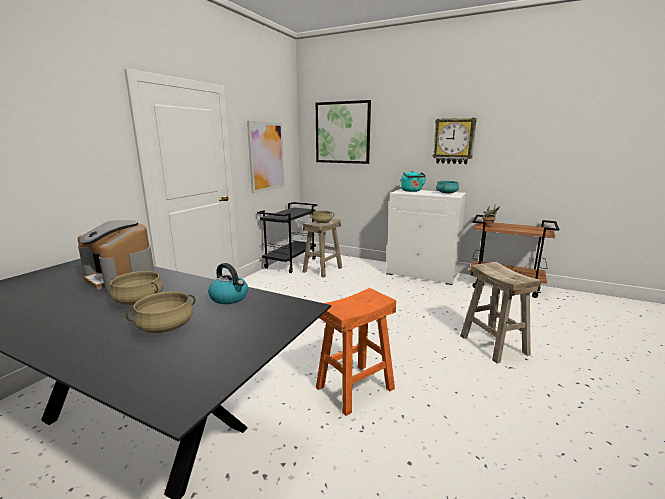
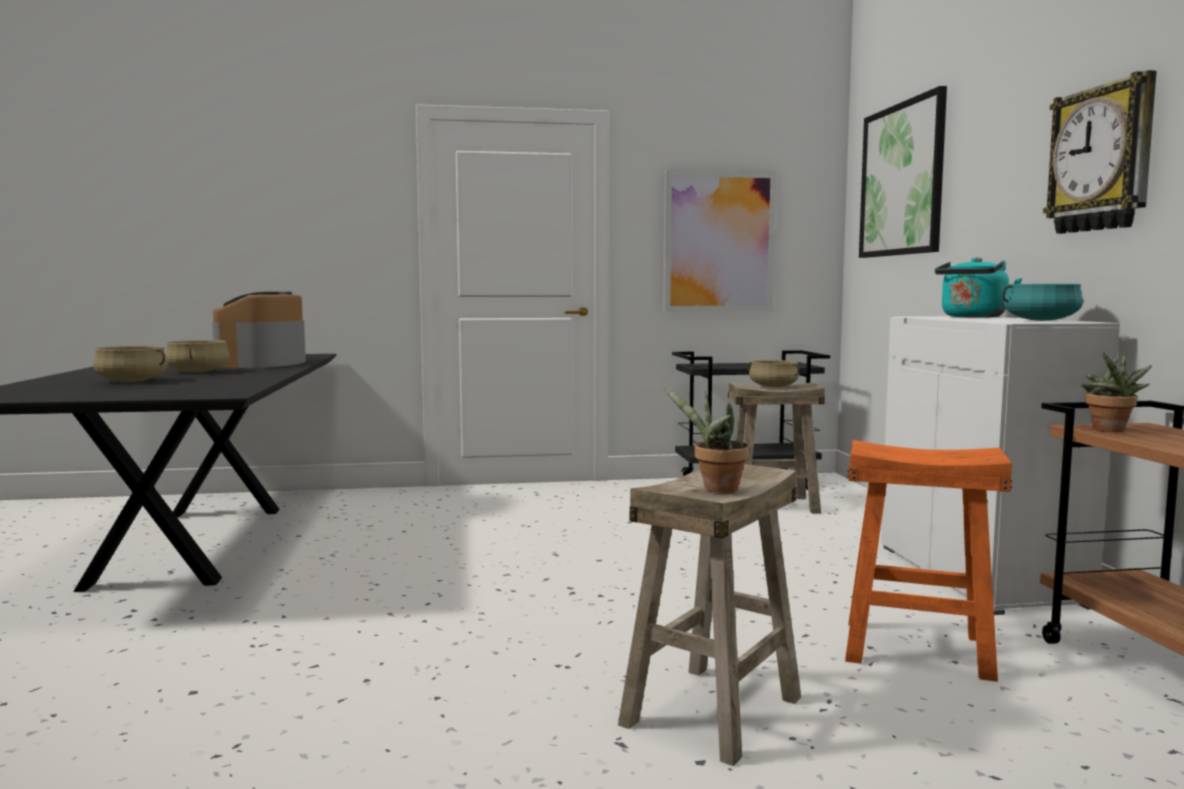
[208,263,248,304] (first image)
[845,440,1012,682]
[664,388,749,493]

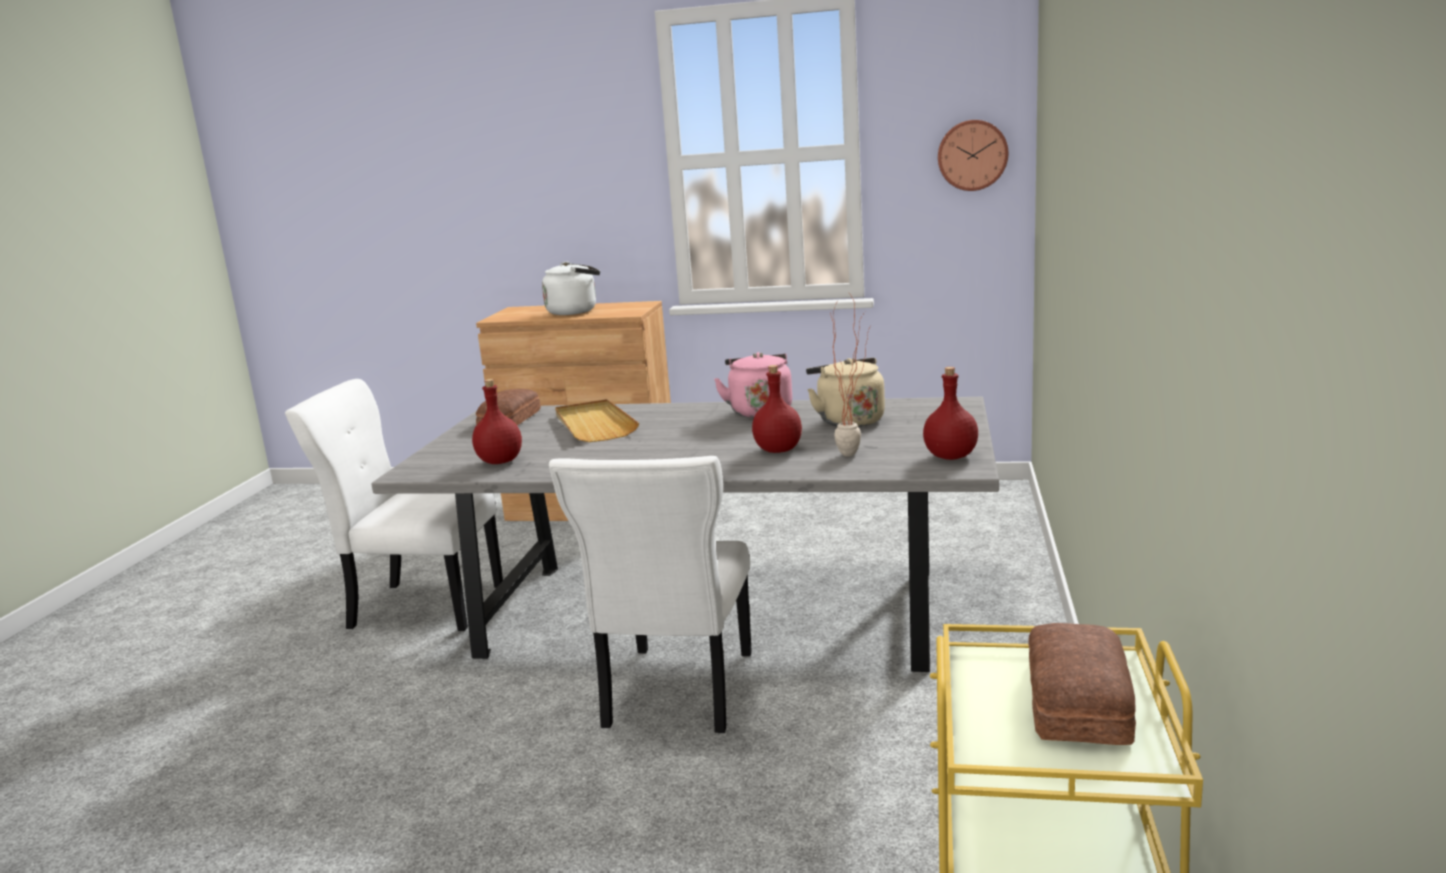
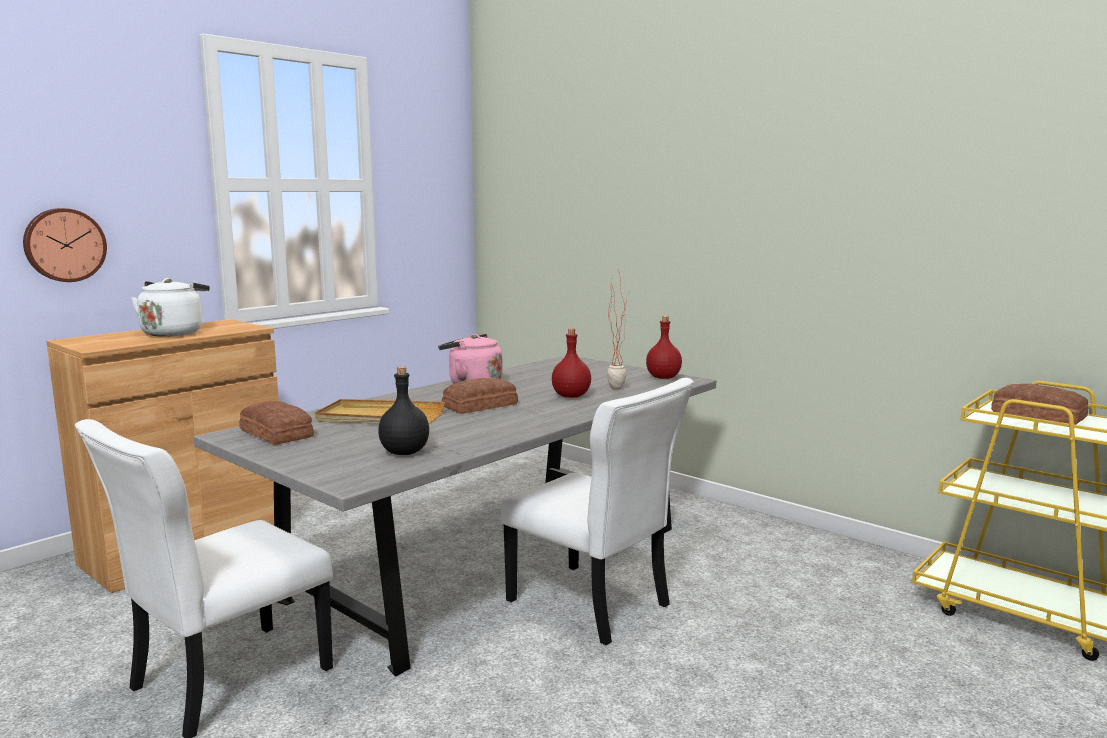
[378,366,429,455]
[806,358,885,427] (first image)
[23,208,107,282]
[442,378,518,414]

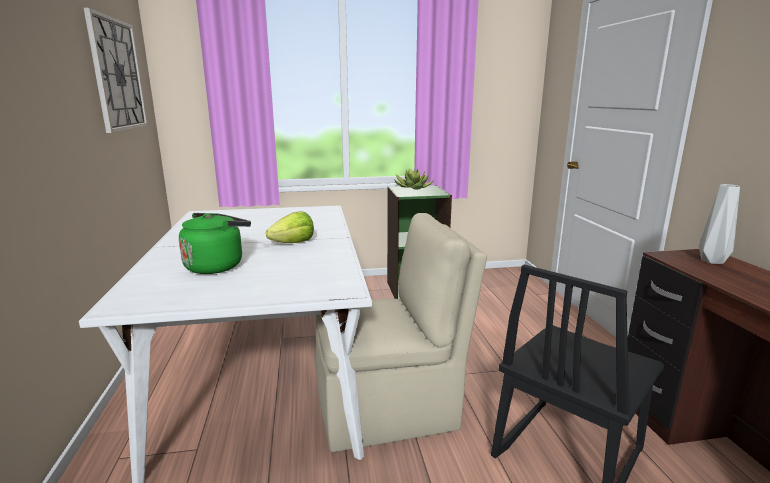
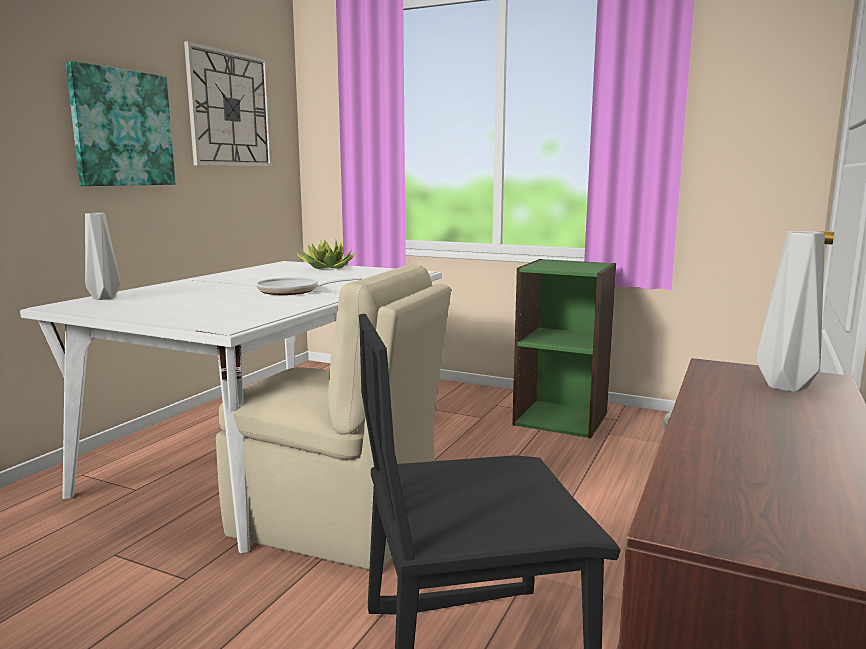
[179,213,251,274] (first image)
[256,277,362,295]
[295,240,355,269]
[66,61,176,186]
[85,213,120,300]

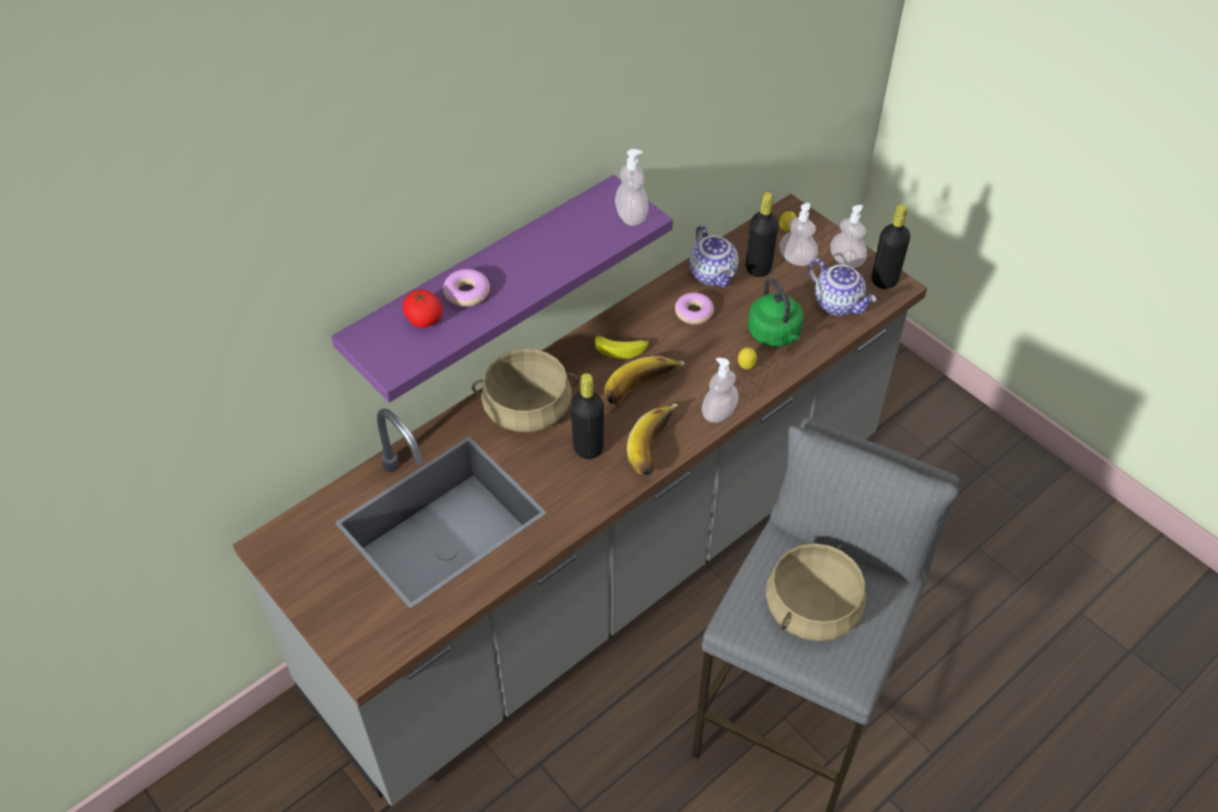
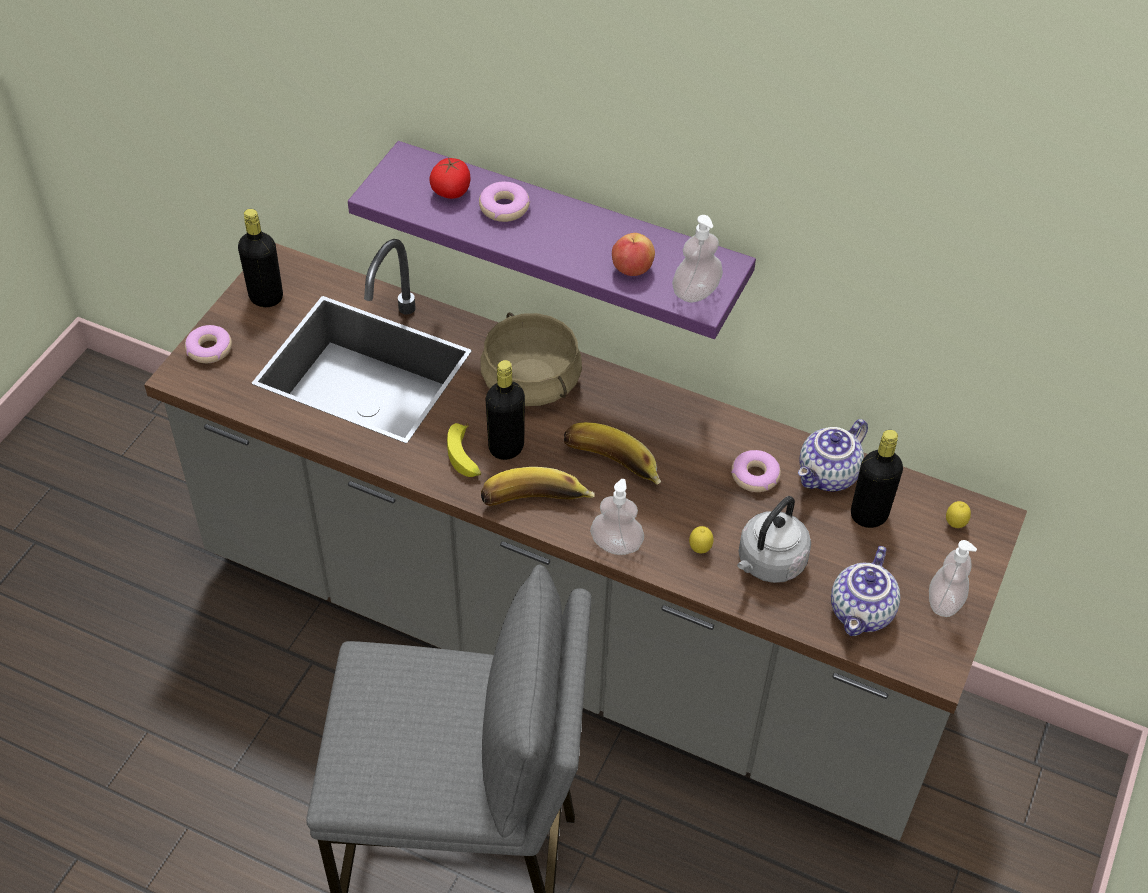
[447,423,481,477]
[737,496,811,583]
[766,543,866,641] (first image)
[779,203,818,266] (first image)
[238,209,283,307]
[185,325,232,363]
[612,233,655,276]

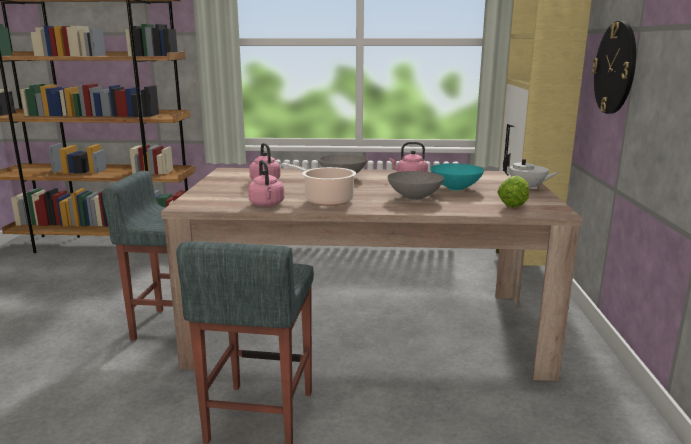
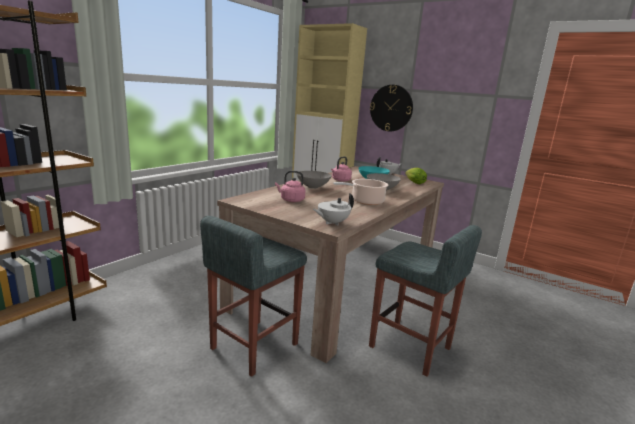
[248,160,284,206] (first image)
[313,193,354,225]

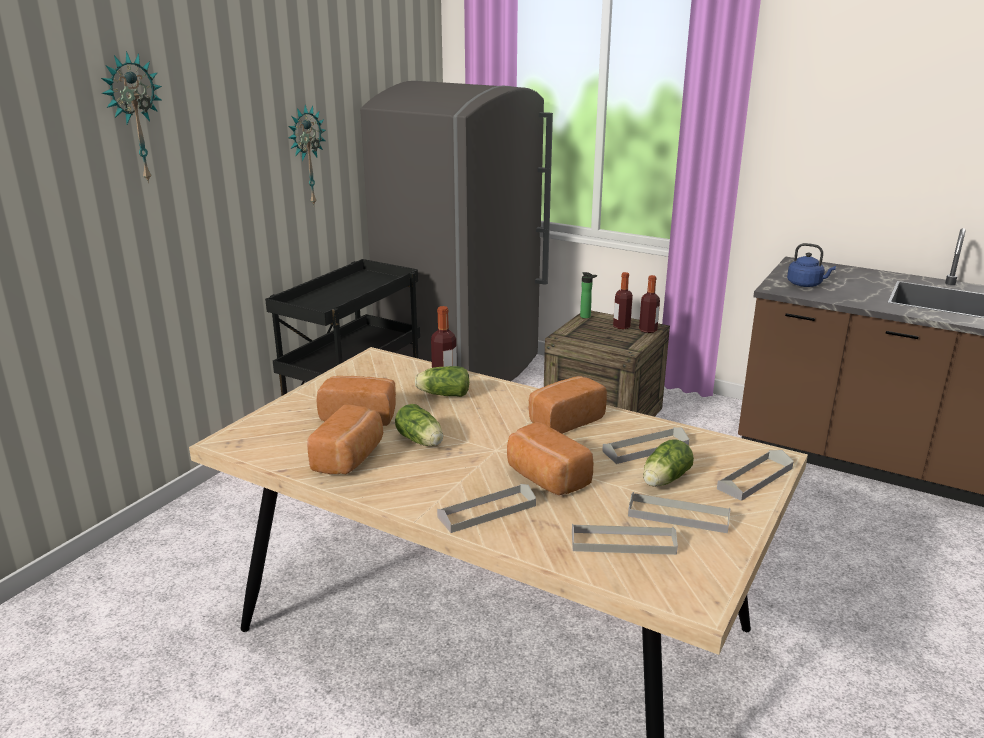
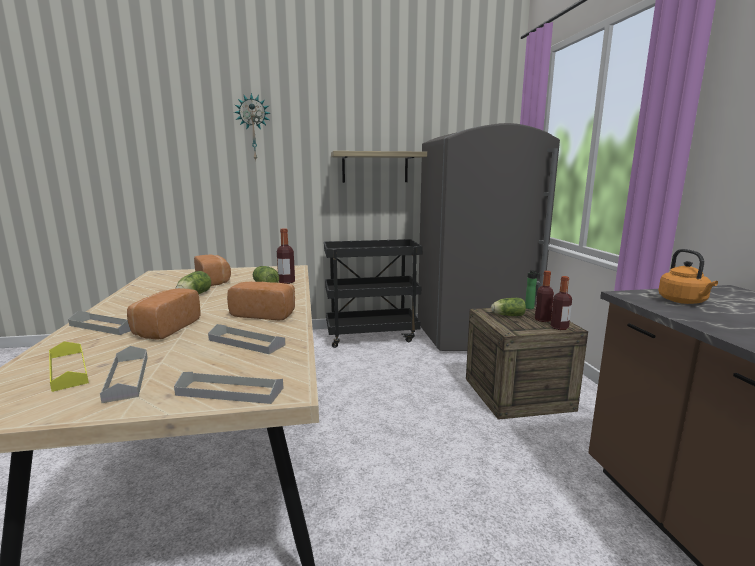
[331,151,427,183]
[307,404,383,474] (first image)
[49,341,89,392]
[491,298,526,316]
[659,249,718,304]

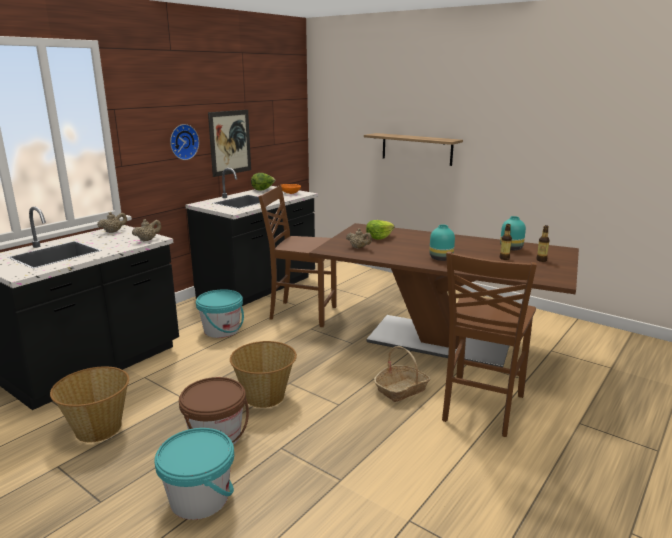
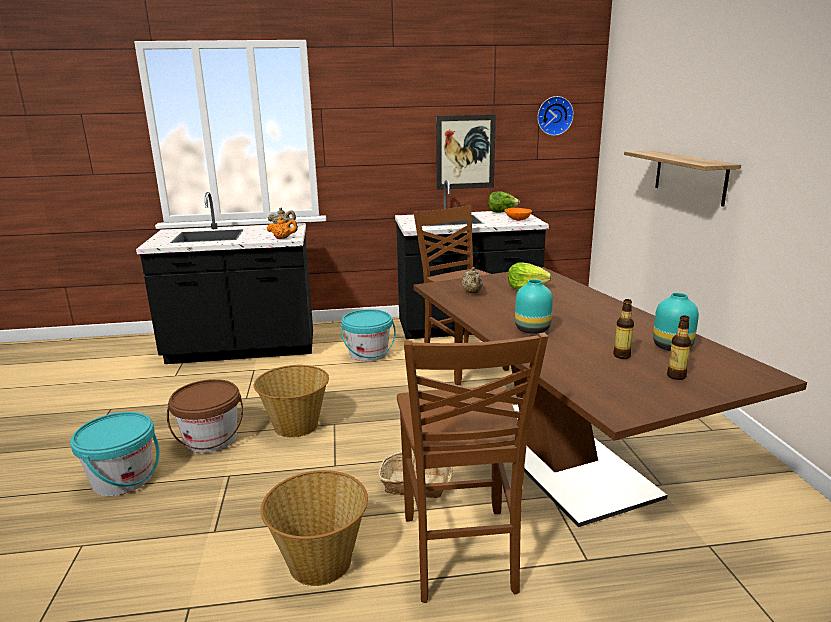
[261,470,368,586]
[267,217,298,239]
[537,96,574,136]
[397,333,548,603]

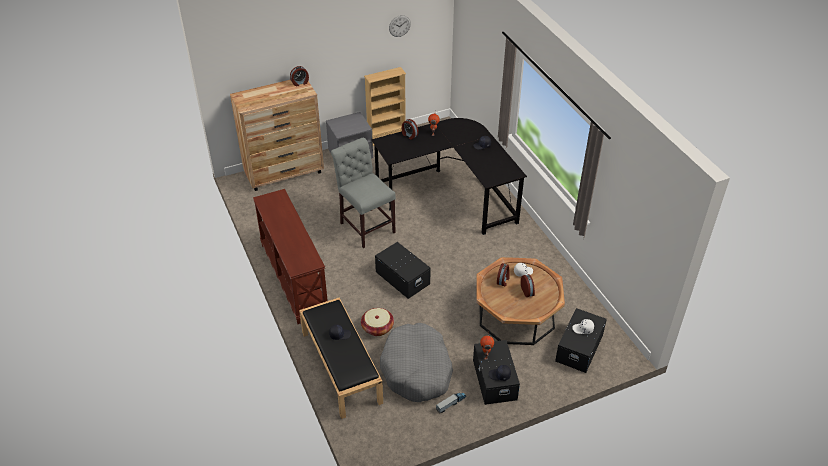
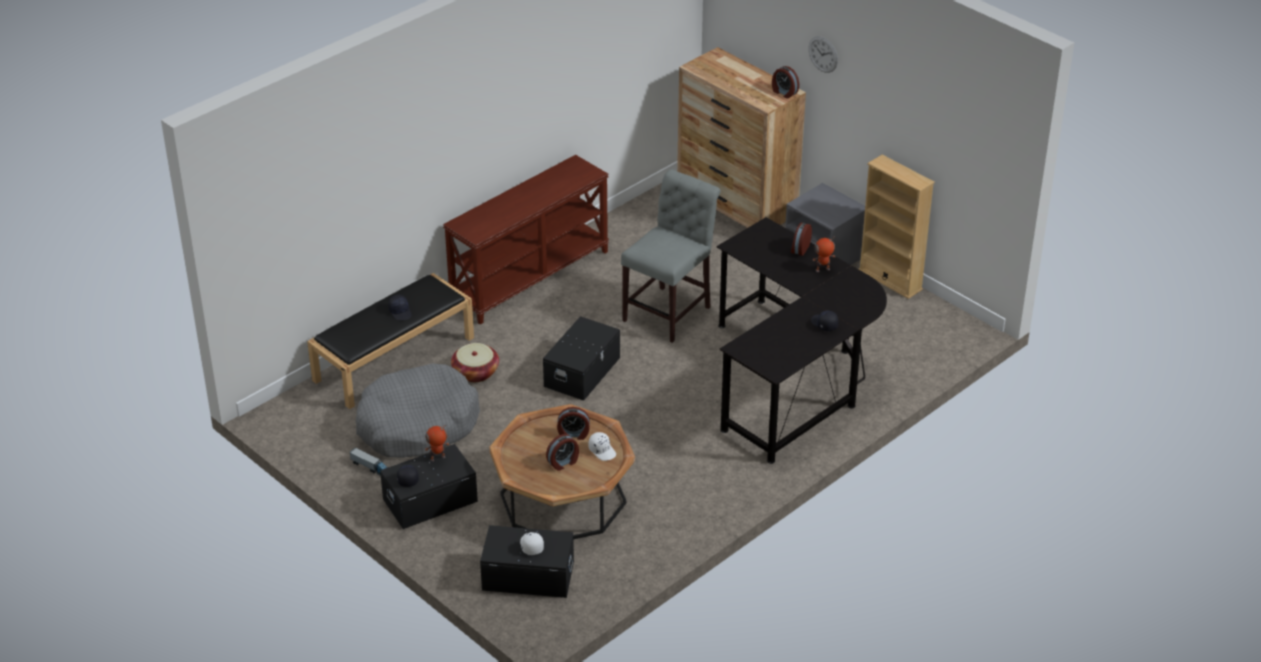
[808,36,838,73]

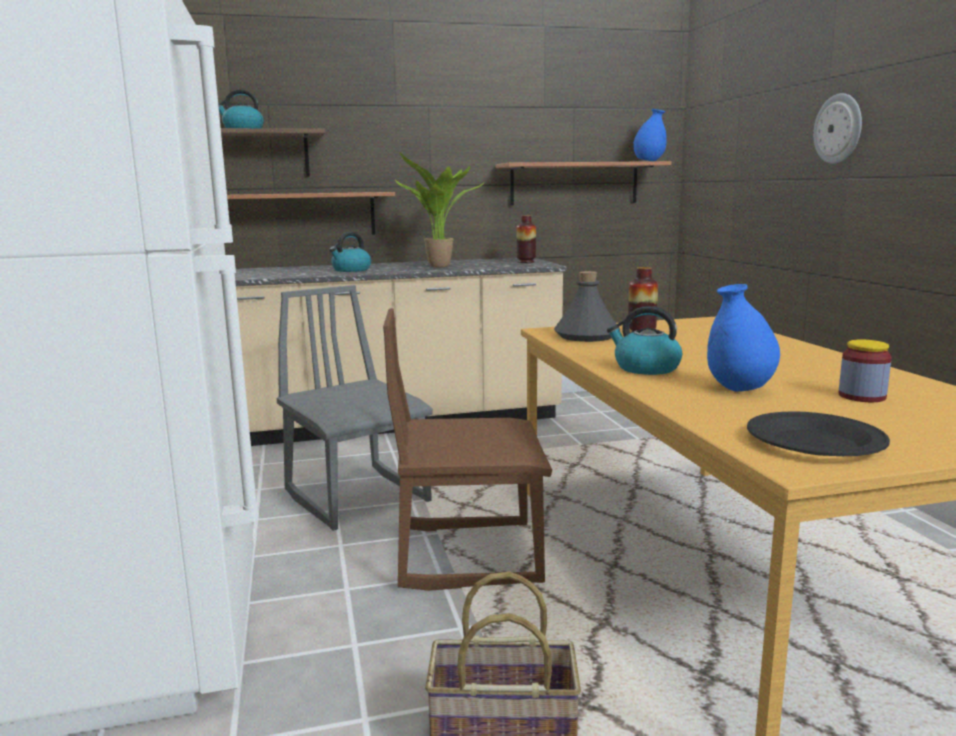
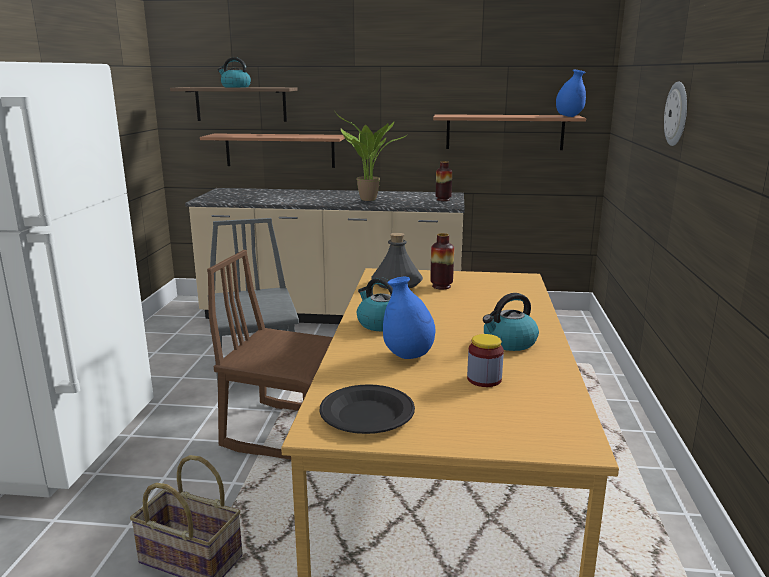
[483,293,539,351]

